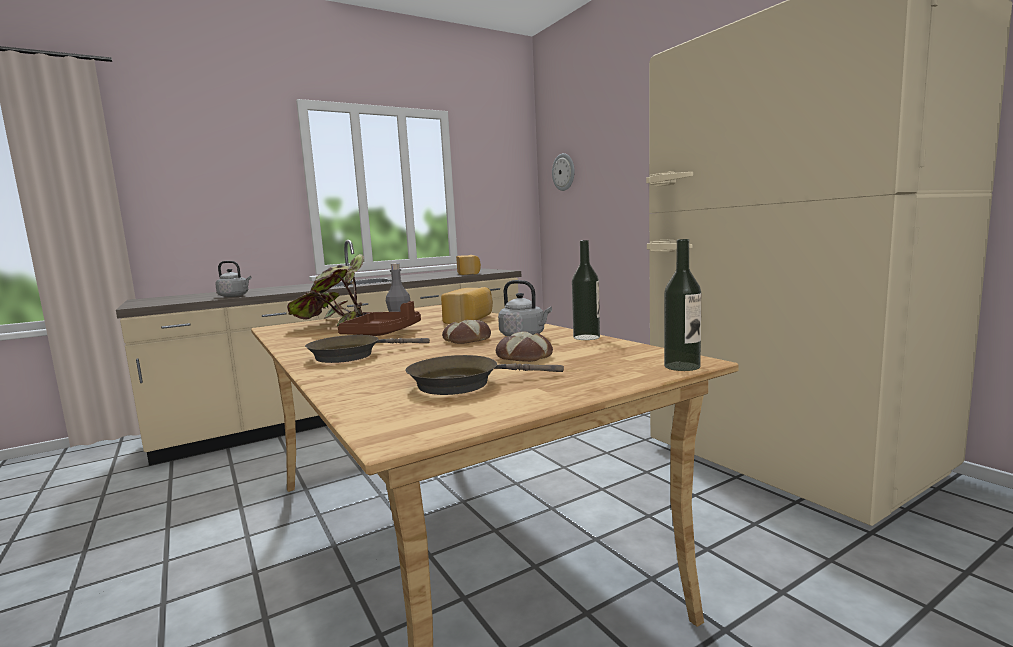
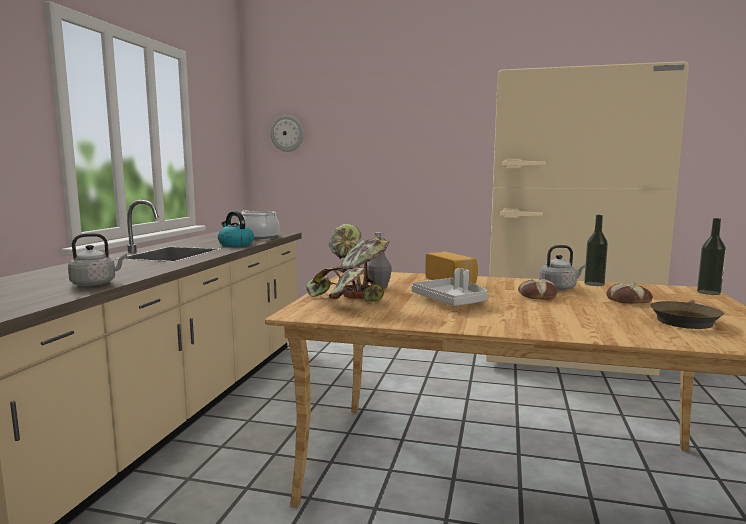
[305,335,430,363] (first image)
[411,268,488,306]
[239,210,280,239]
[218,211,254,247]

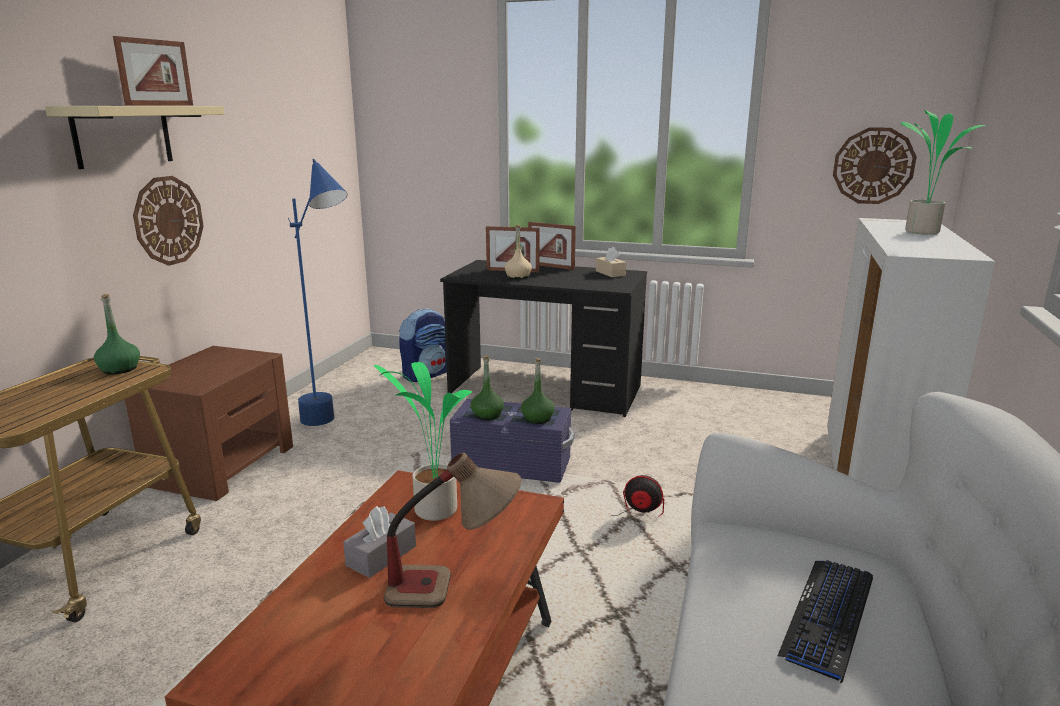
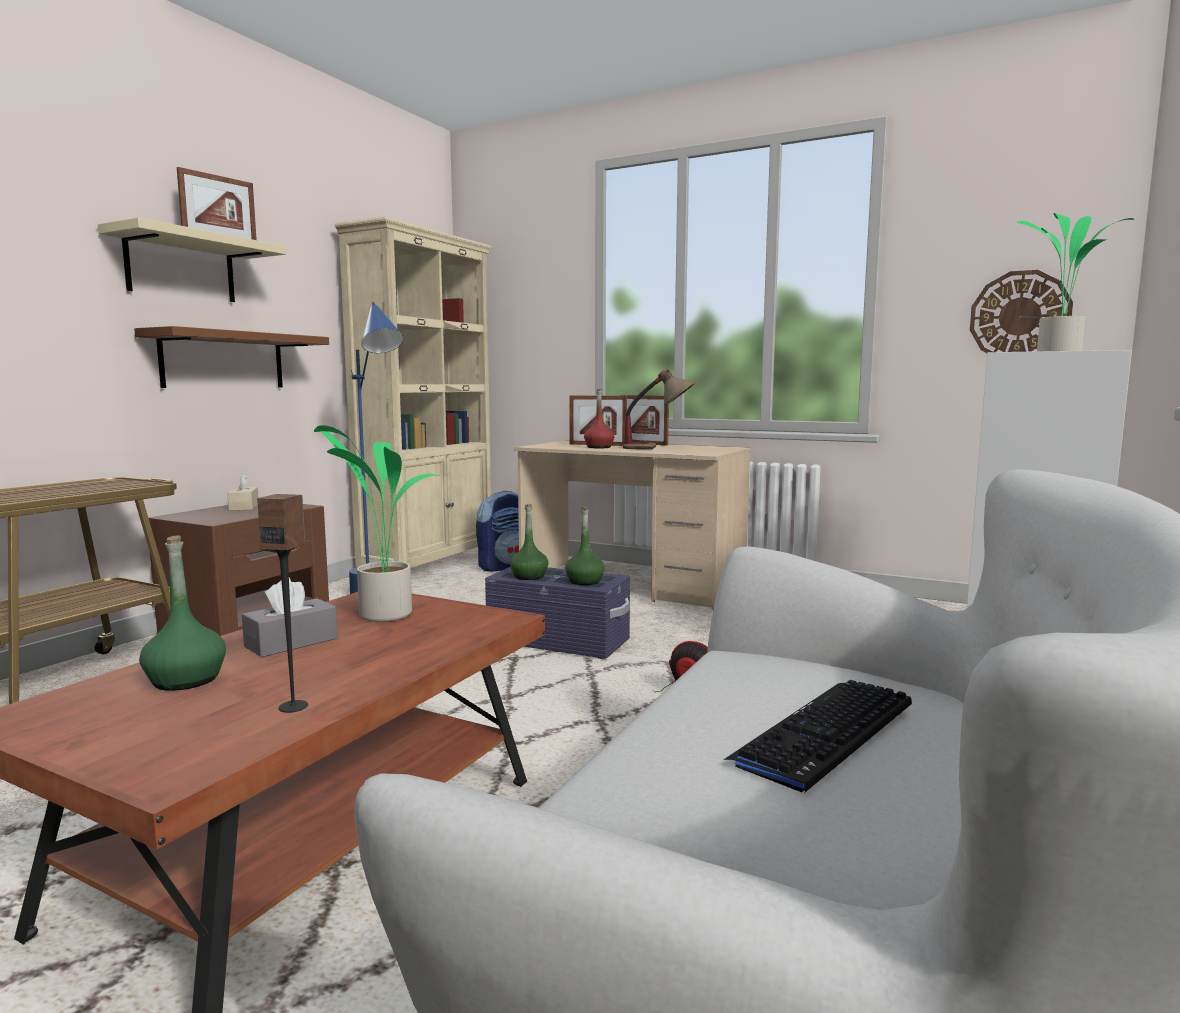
[139,535,226,691]
[134,326,329,388]
[622,368,695,449]
[514,440,751,609]
[584,389,615,448]
[227,472,259,511]
[257,494,308,713]
[334,216,492,568]

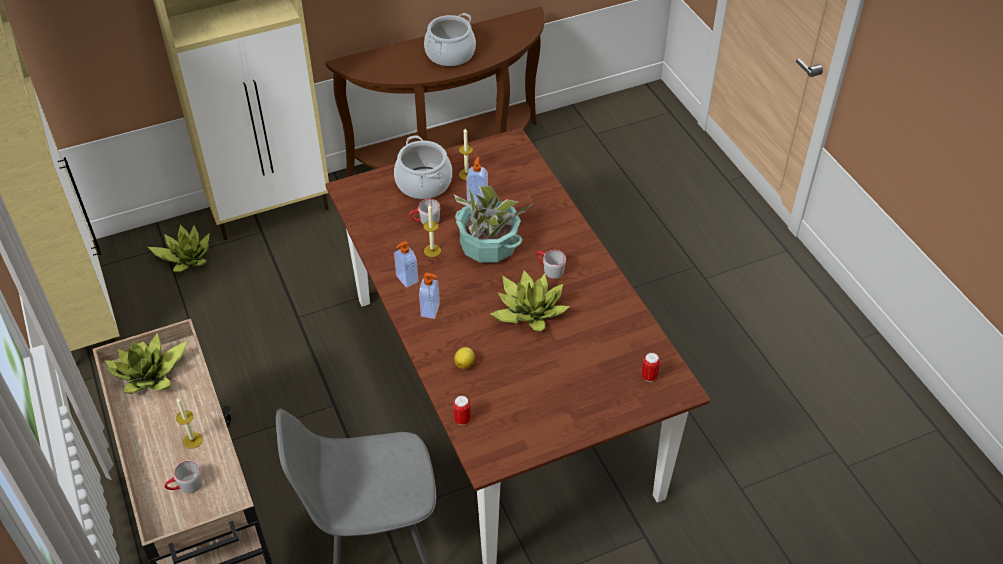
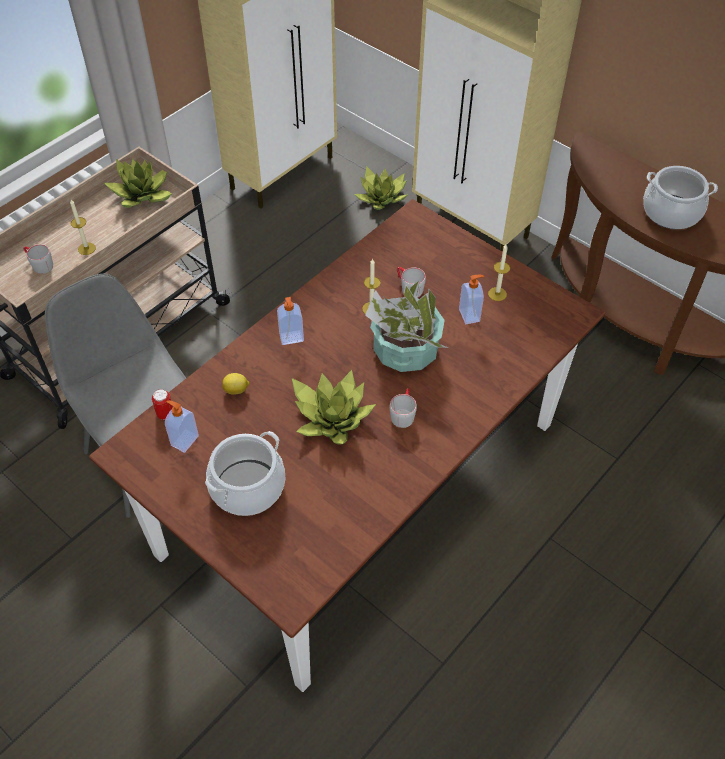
[205,431,285,516]
[165,400,199,453]
[641,353,660,382] (first image)

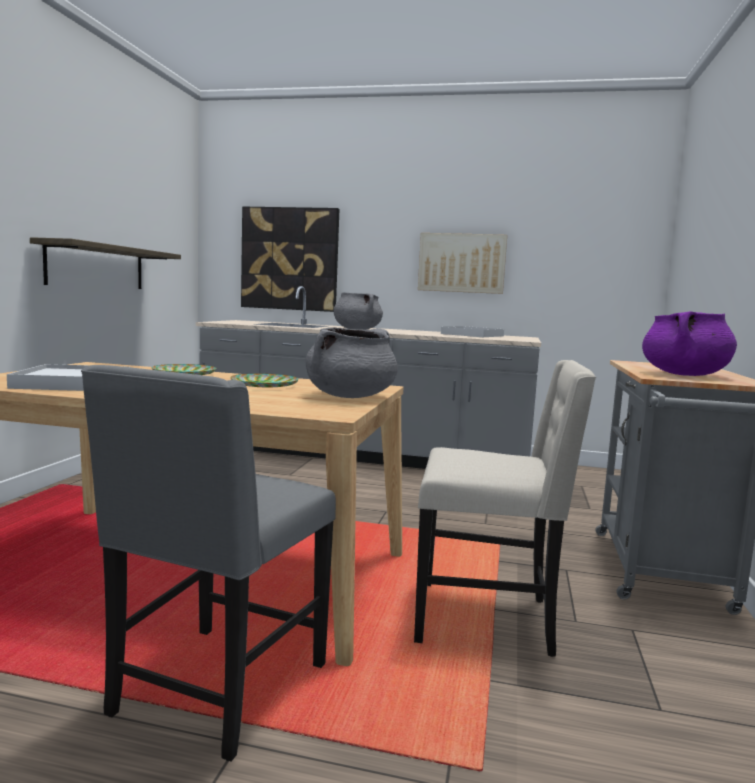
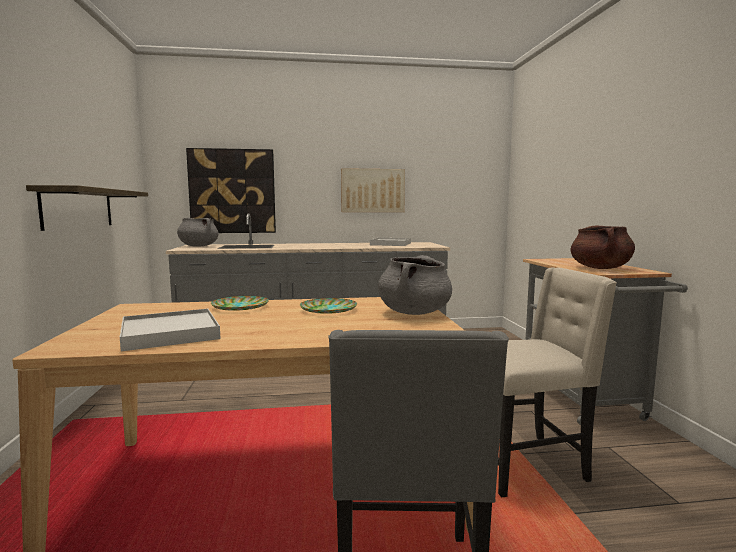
[177,217,219,247]
[570,225,635,269]

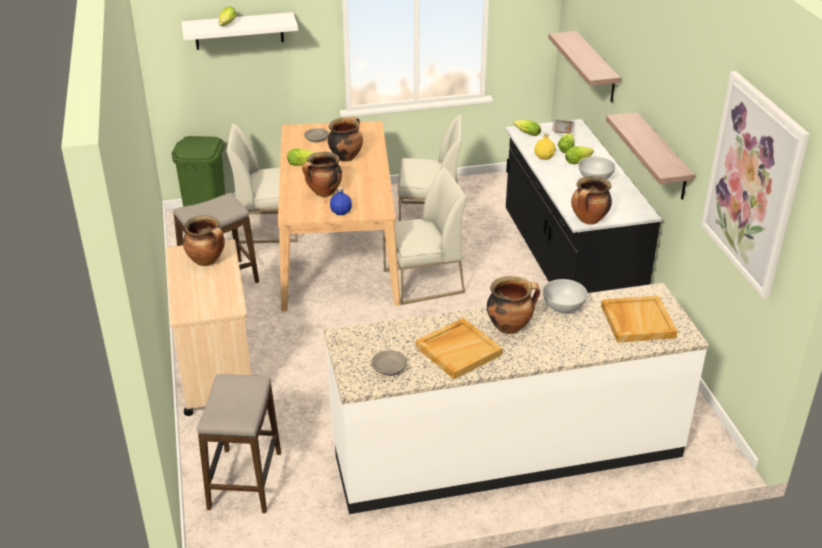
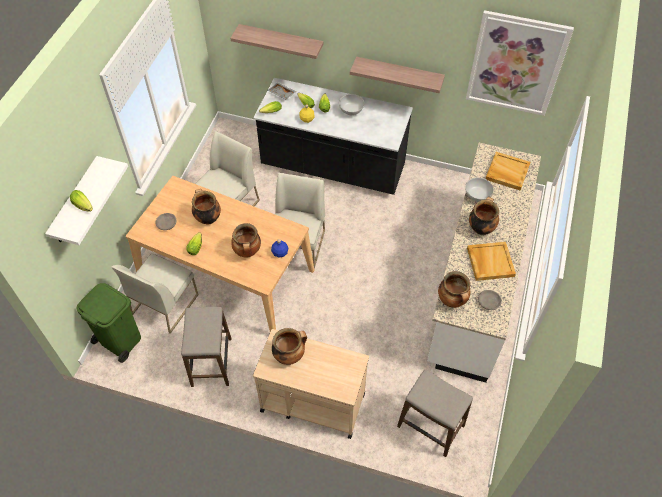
[438,271,470,308]

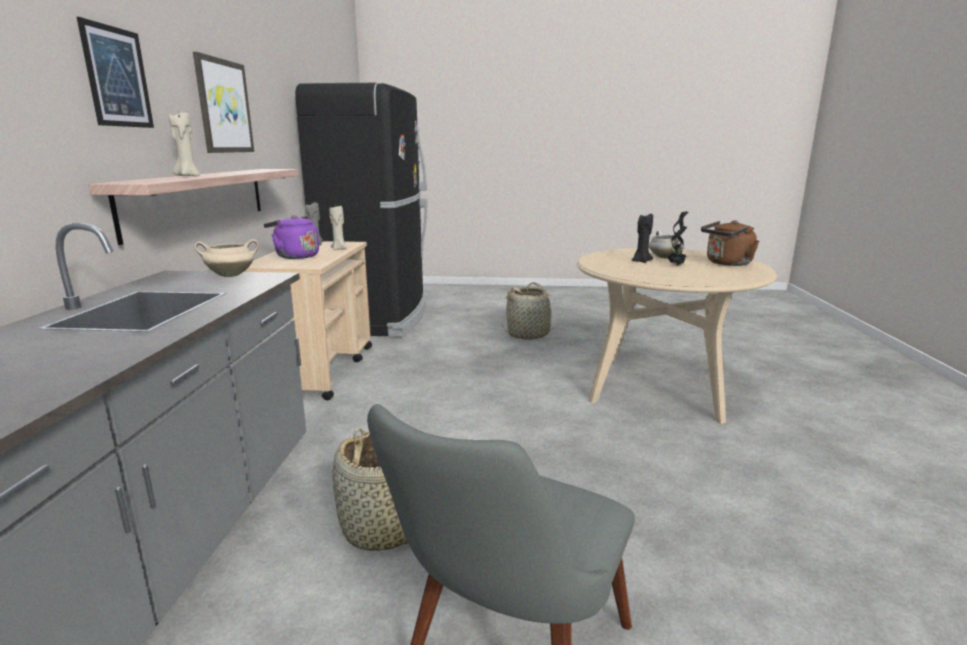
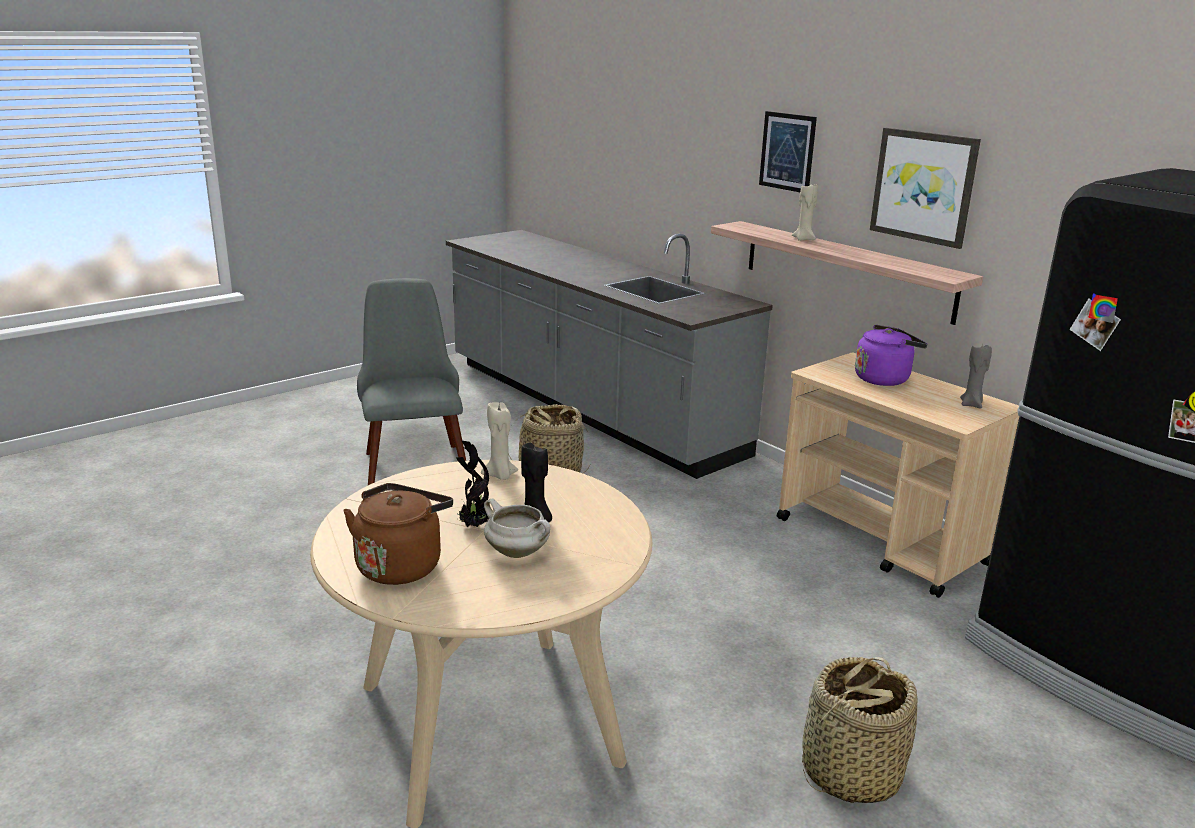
[194,239,258,277] (first image)
[481,402,518,480]

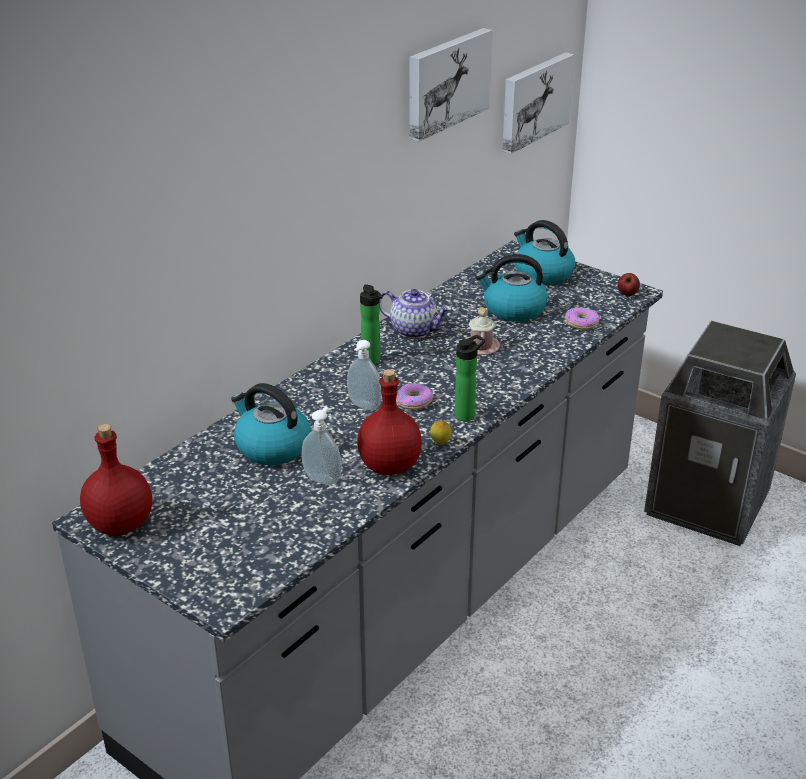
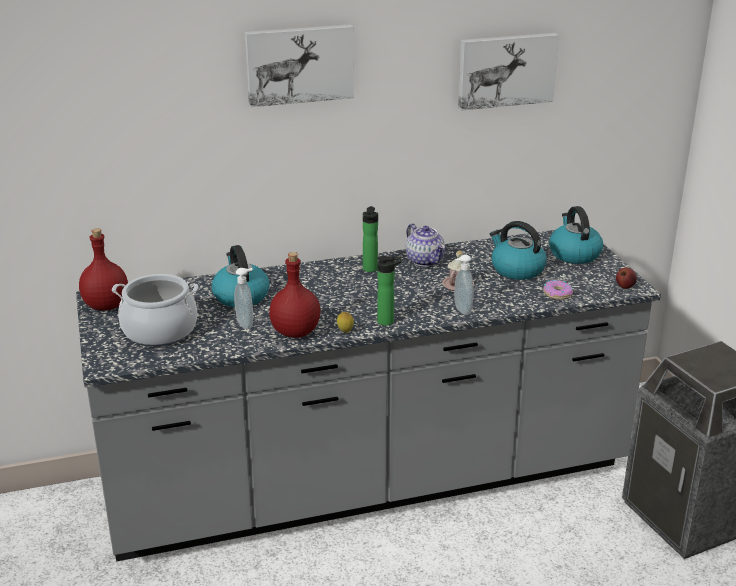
[454,255,474,315]
[396,383,434,410] (first image)
[245,24,354,107]
[112,274,198,346]

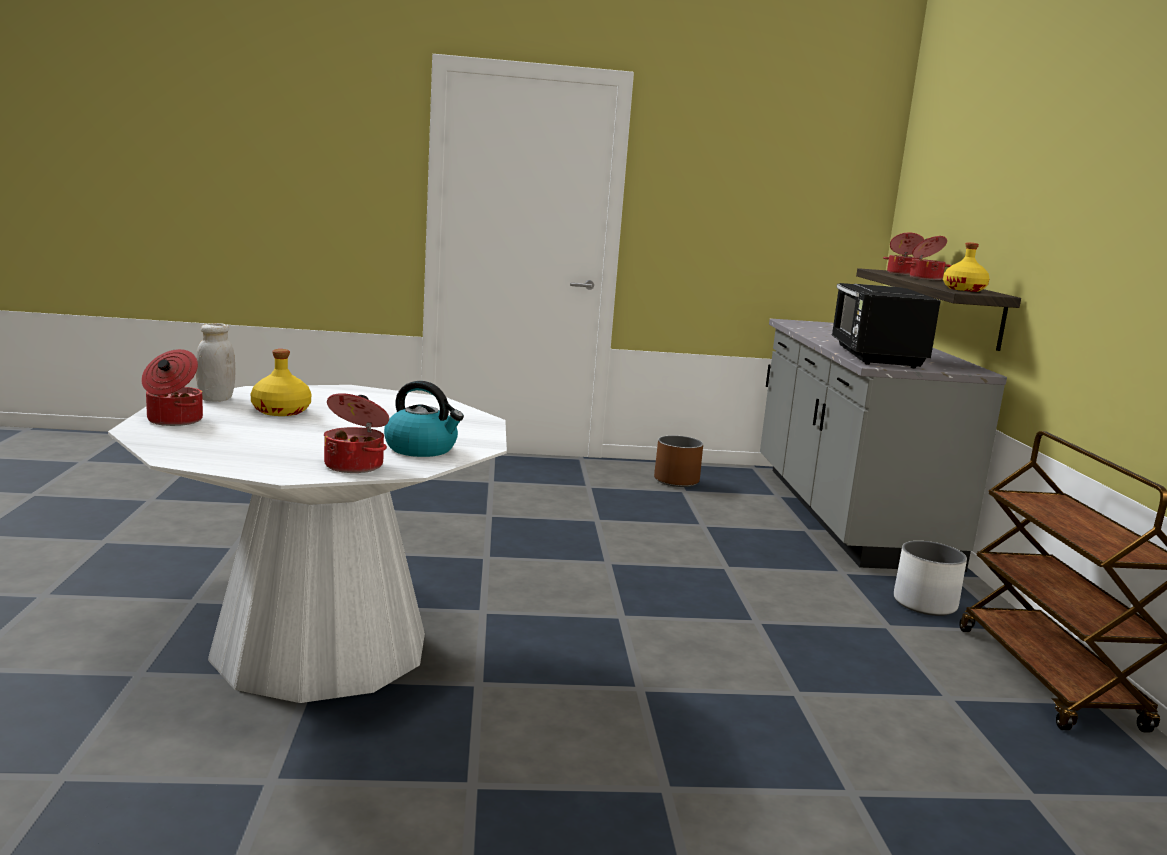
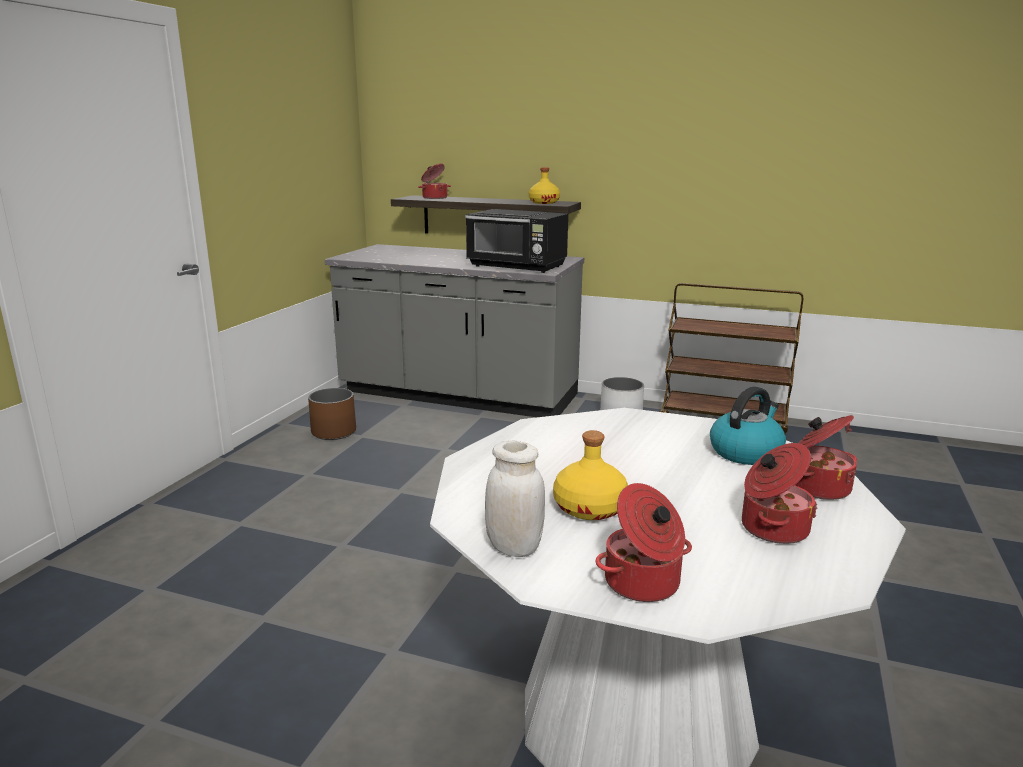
[742,443,818,544]

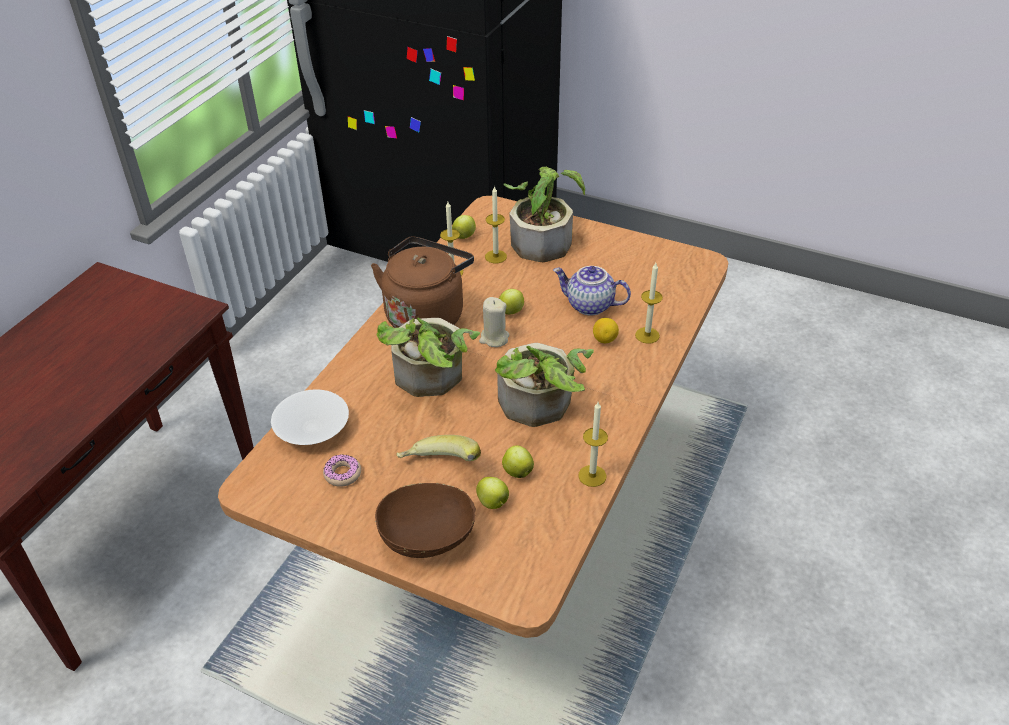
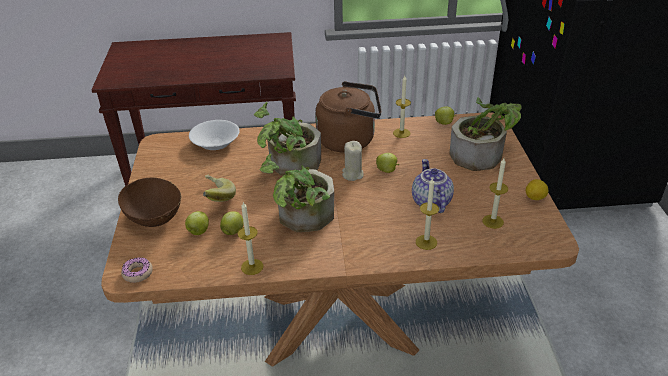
[121,257,153,283]
[482,158,508,229]
[526,179,549,200]

